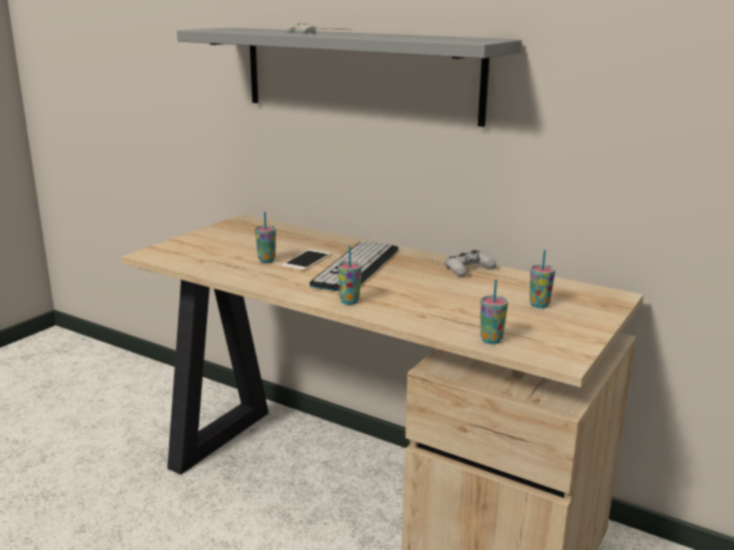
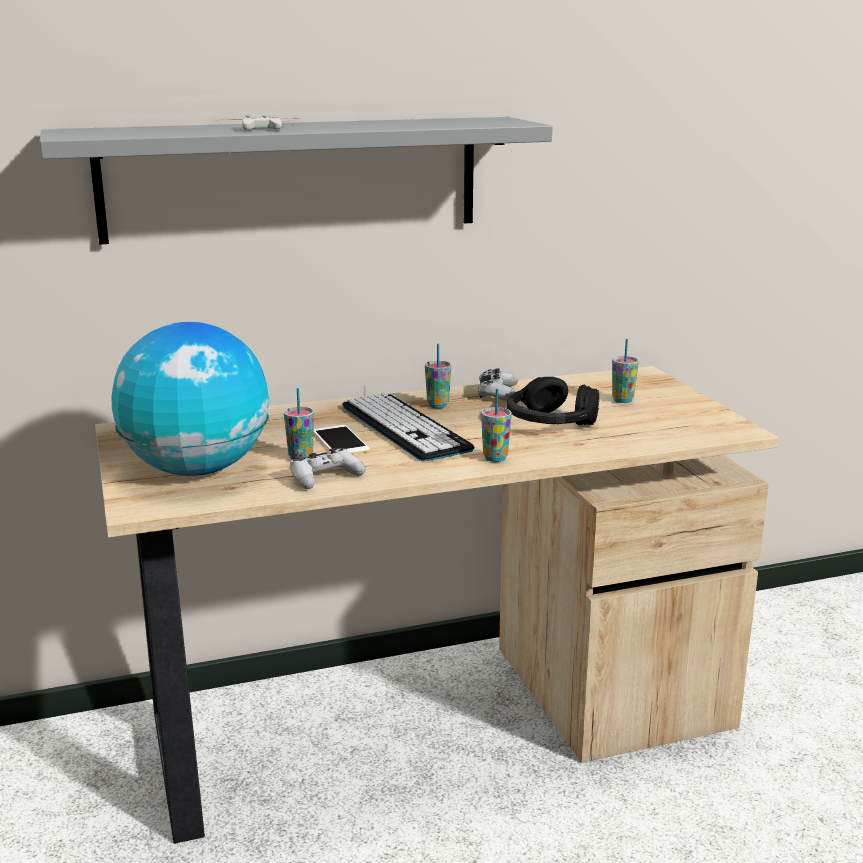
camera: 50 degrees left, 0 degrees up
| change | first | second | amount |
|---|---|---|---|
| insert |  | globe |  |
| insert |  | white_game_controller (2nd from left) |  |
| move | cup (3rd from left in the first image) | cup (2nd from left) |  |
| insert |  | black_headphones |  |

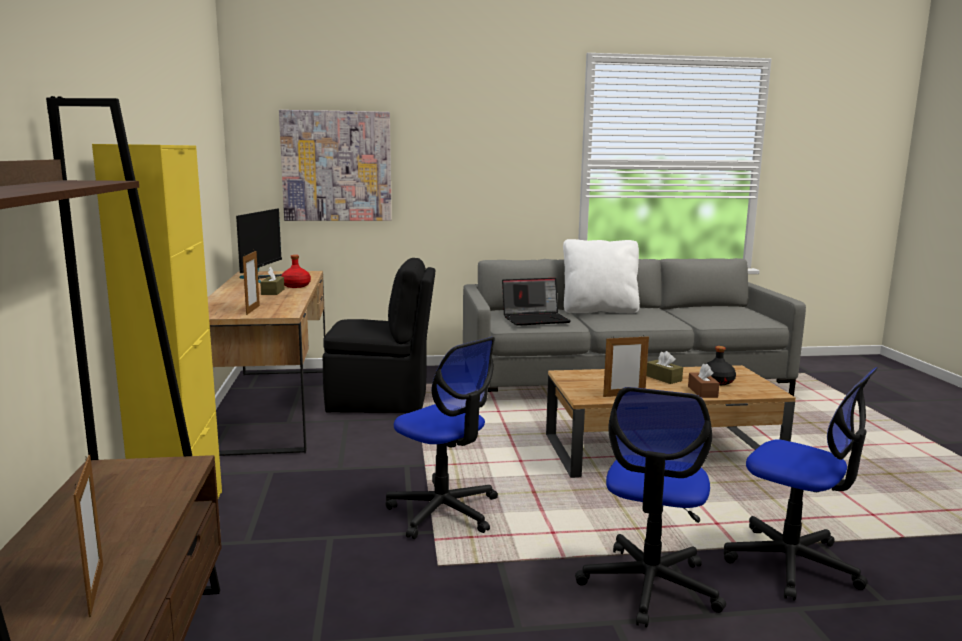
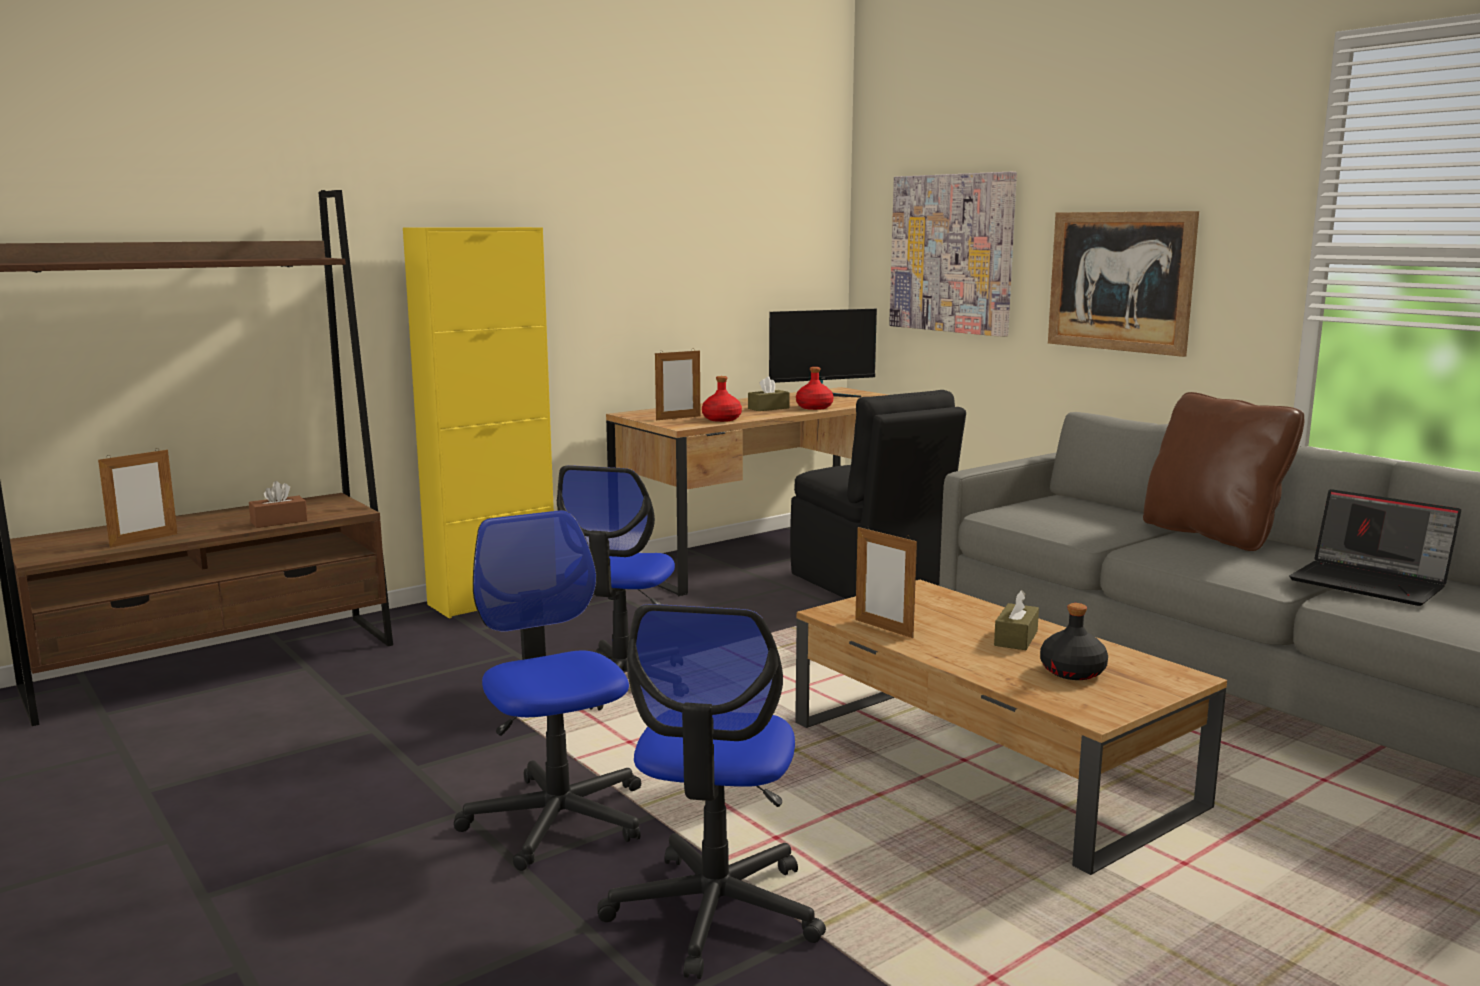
camera: 60 degrees right, 0 degrees up
| change | first | second | amount |
|---|---|---|---|
| move | brown_tissue_box (3rd from left in the first image) | brown_tissue_box (1st from left) |  |
| rotate | office_chair (2nd from left in the first image) | office_chair (1st from left) | 75 degrees clockwise |
| insert |  | red_bottle (1st from left) |  |
| insert |  | picture (2nd from left) |  |
| recolor | white_pillow | brown_pillow |  |
| move | laptop |  |  |

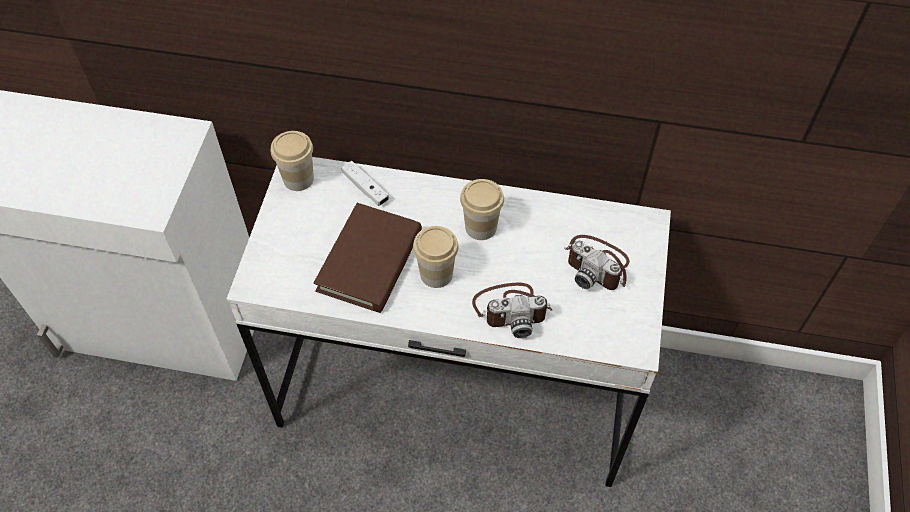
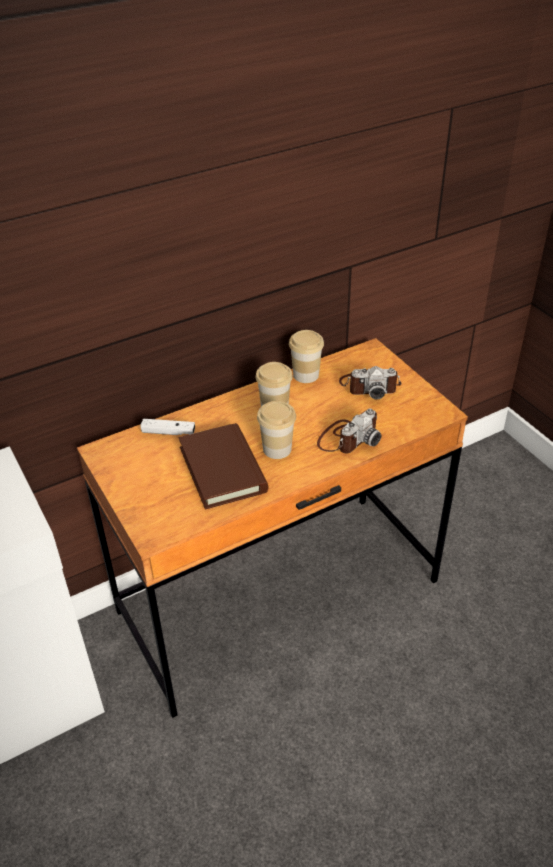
camera: 40 degrees left, 15 degrees down
| change | first | second | amount |
|---|---|---|---|
| recolor | white_desk | brown_desk |  |
| move | cup (1st from left in the first image) | cup (3rd from left) |  |

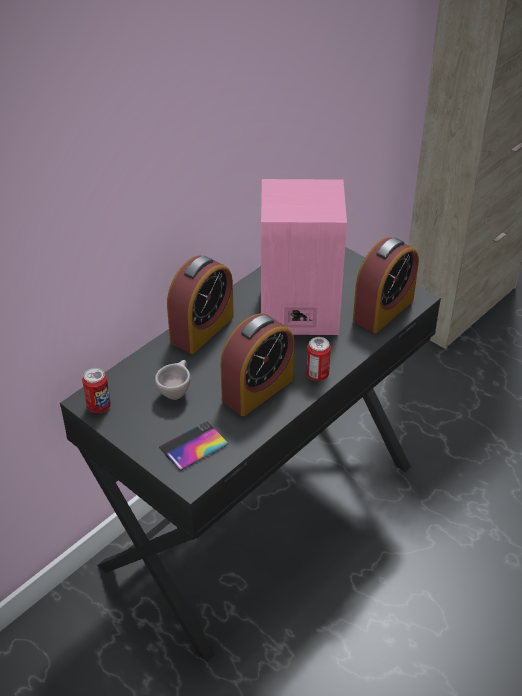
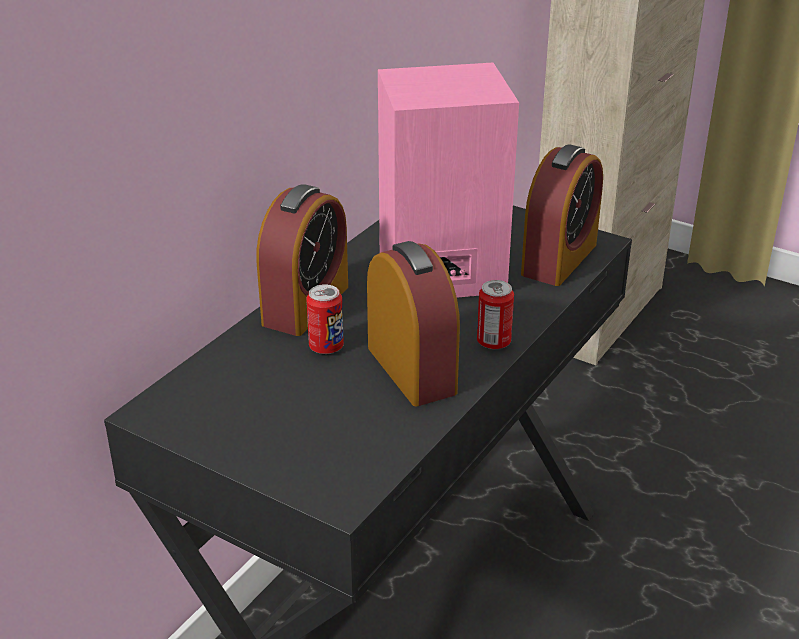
camera: 10 degrees left, 10 degrees down
| change | first | second | amount |
|---|---|---|---|
| move | can (1st from left) |  |  |
| rotate | alarm_clock (2nd from left) |  | 60 degrees counterclockwise |
| delete | beige_cup |  |  |
| delete | phone |  |  |

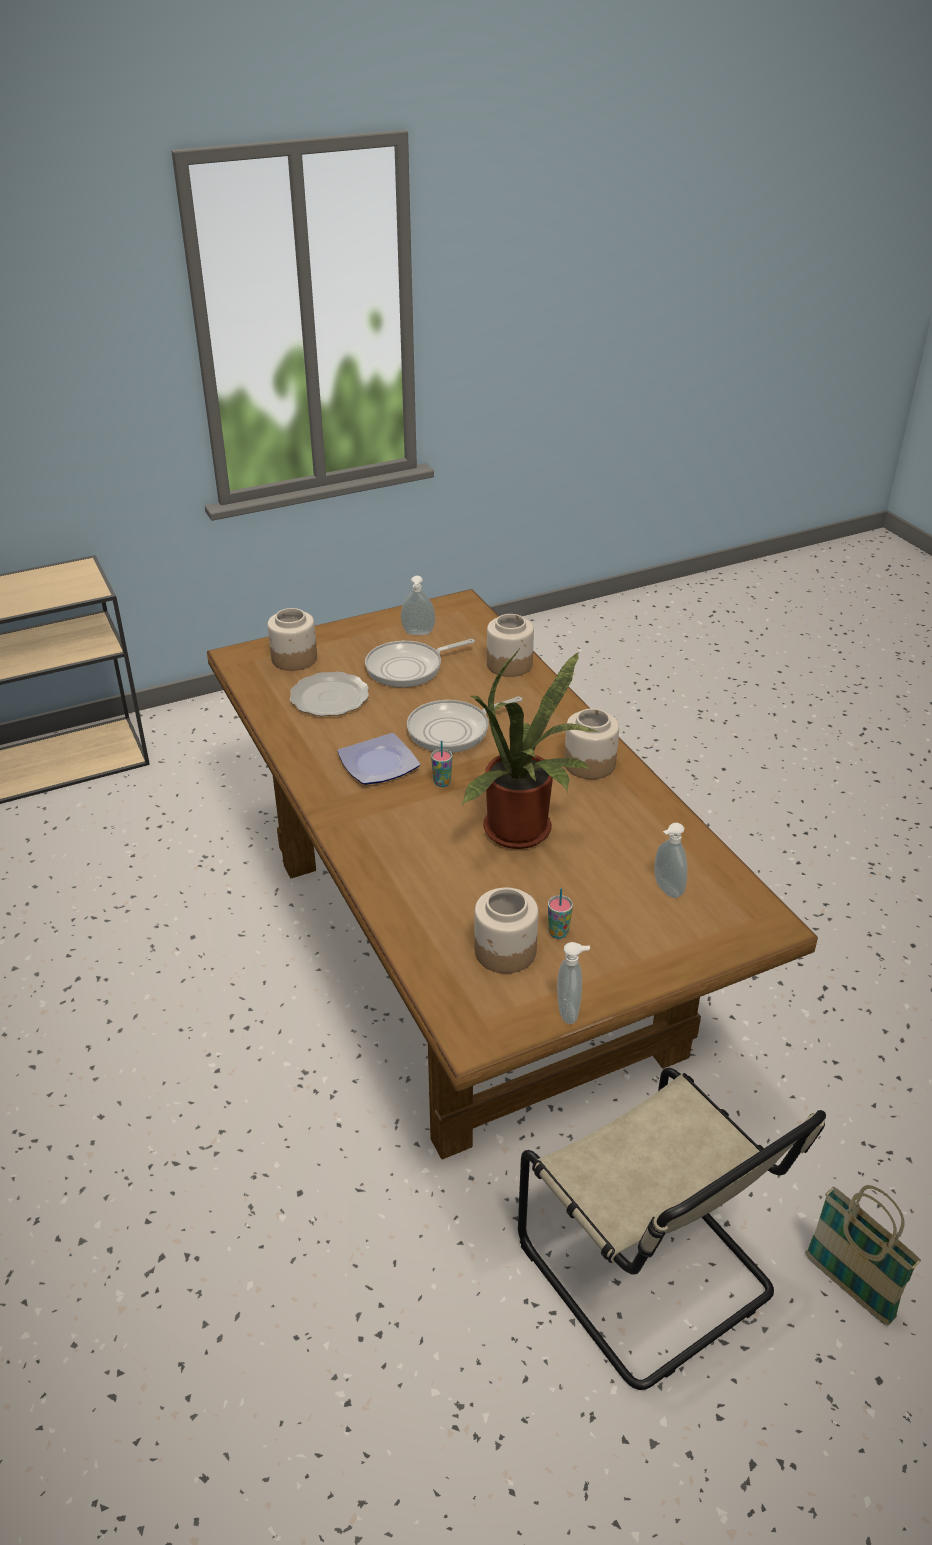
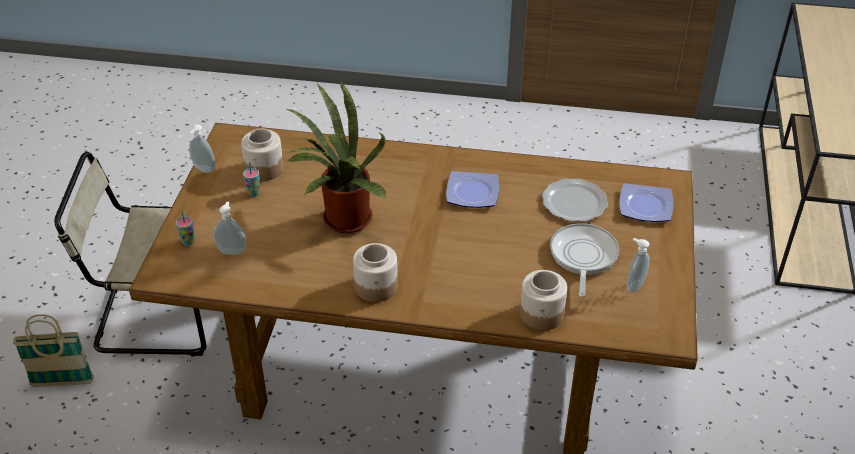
camera: 125 degrees right, 5 degrees up
| change | first | second | amount |
|---|---|---|---|
| move | cup (1st from left) |  |  |
| replace | jar (1st from left) | plate (3rd from left) |  |
| delete | frying_pan (2nd from left) |  |  |

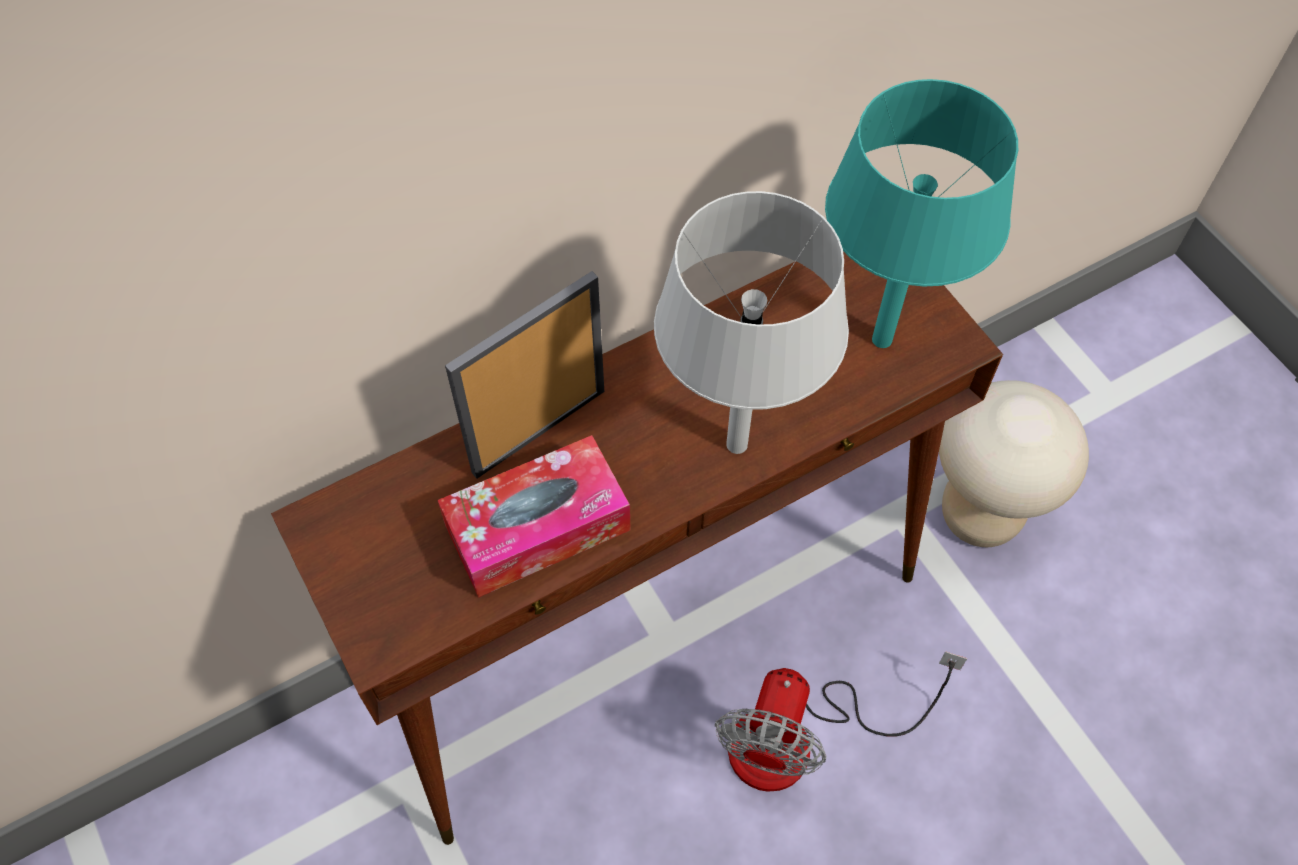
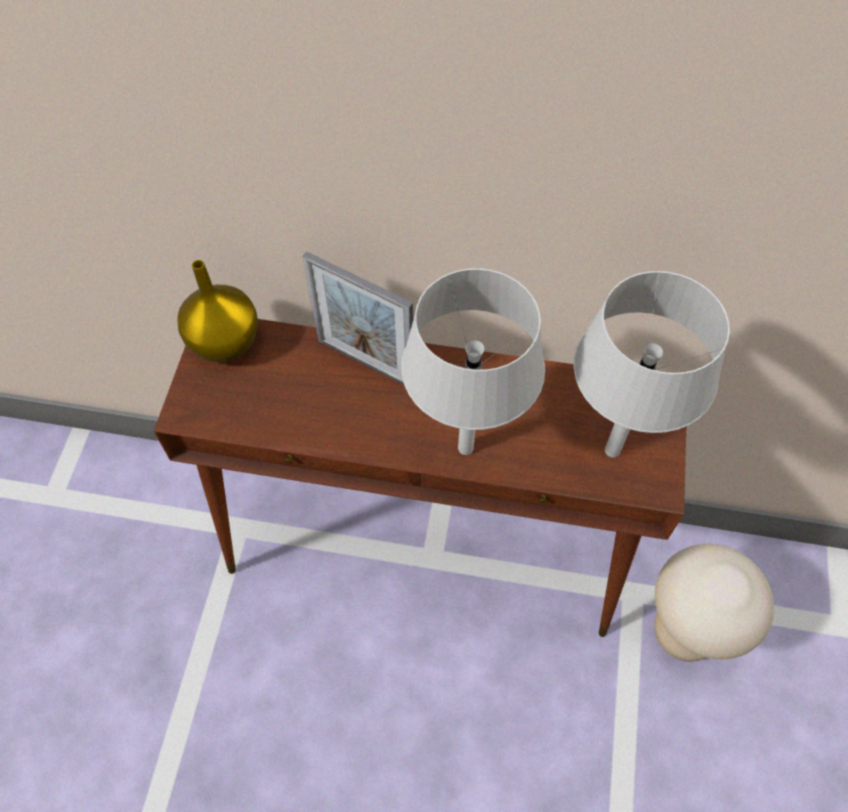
camera: 40 degrees right, 0 degrees up
| change | first | second | amount |
|---|---|---|---|
| insert |  | yellow_vase |  |
| rotate | picture_frame |  | 150 degrees counterclockwise |
| recolor | turquoise_table_lamp | grey_table_lamp (2nd from left) |  |
| delete | tissue_box |  |  |
| delete | fan |  |  |

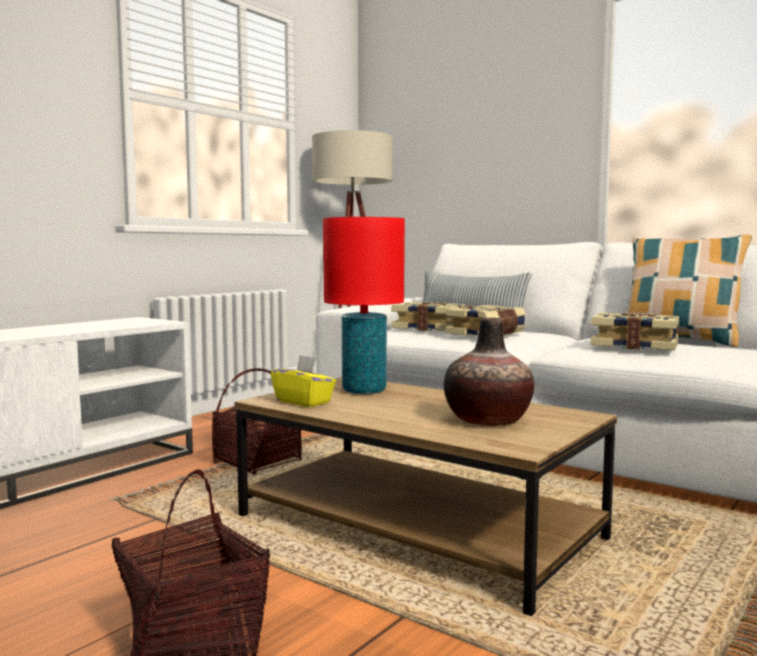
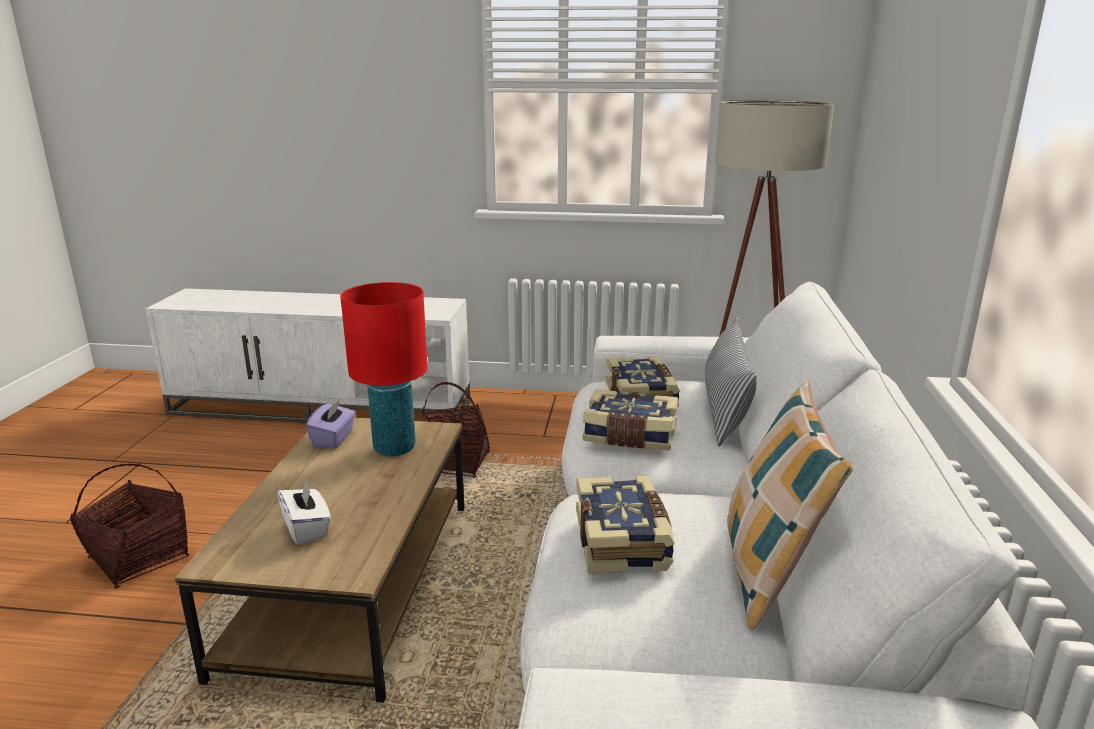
camera: 60 degrees right, 15 degrees up
| change | first | second | amount |
|---|---|---|---|
| replace | vase | white_tissue_box |  |
| recolor | yellow_tissue_box | purple_tissue_box |  |

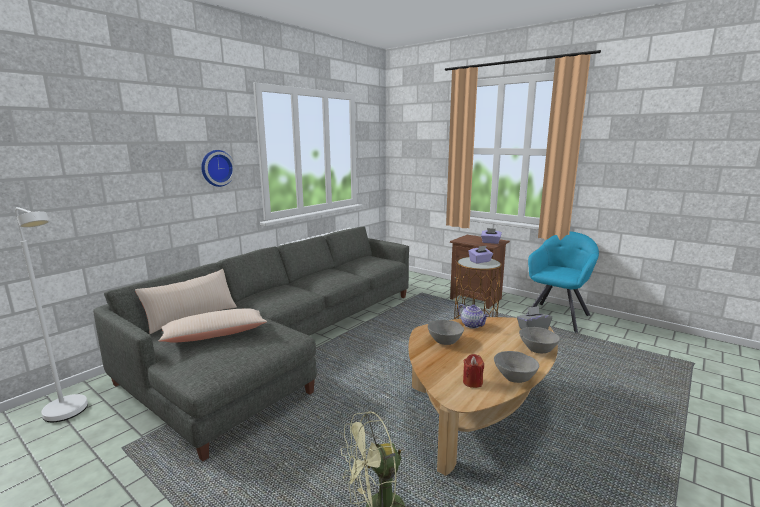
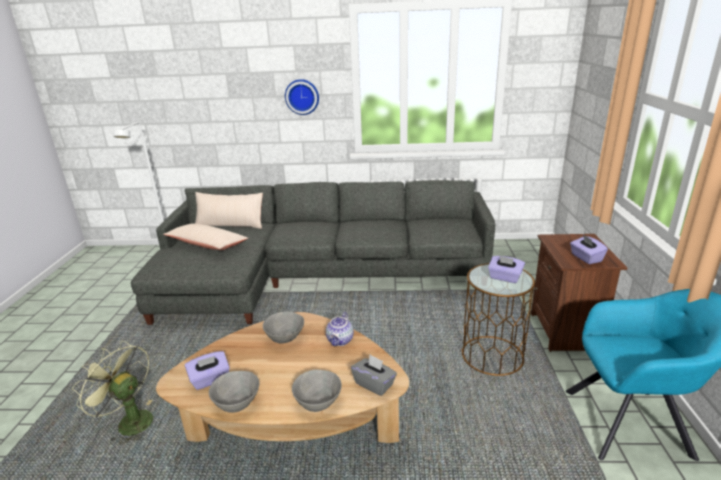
camera: 55 degrees right, 10 degrees up
| change | first | second | amount |
|---|---|---|---|
| replace | red_candle | purple_tissue_box (1st from left) |  |

